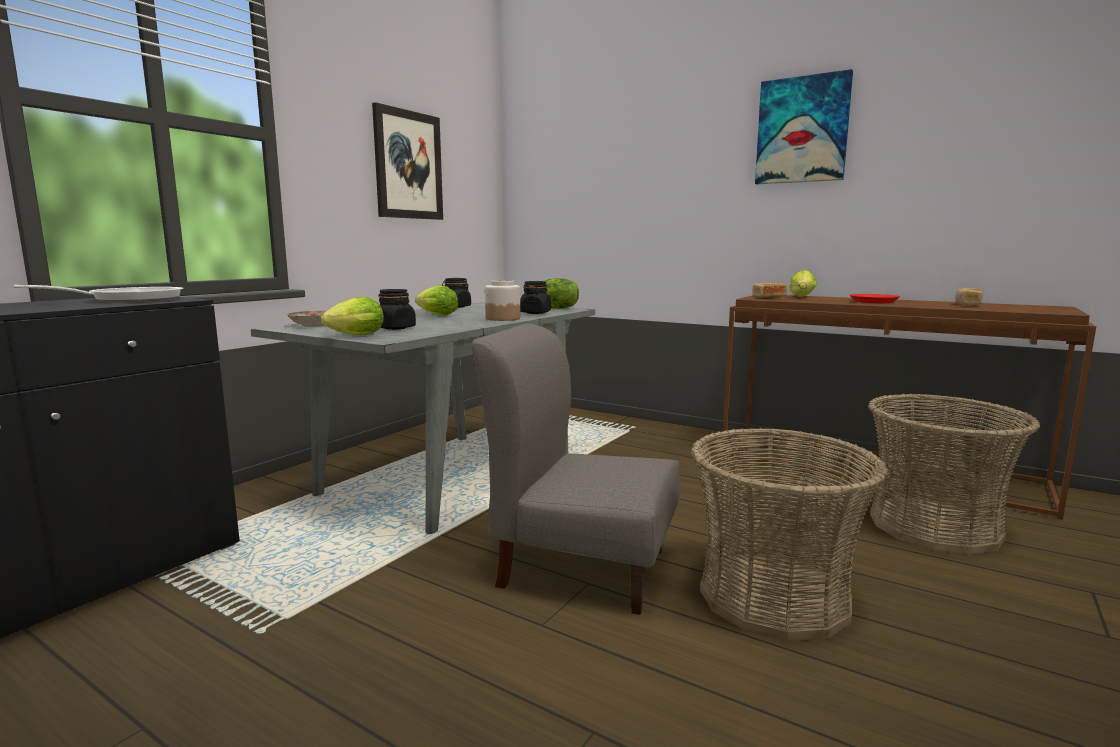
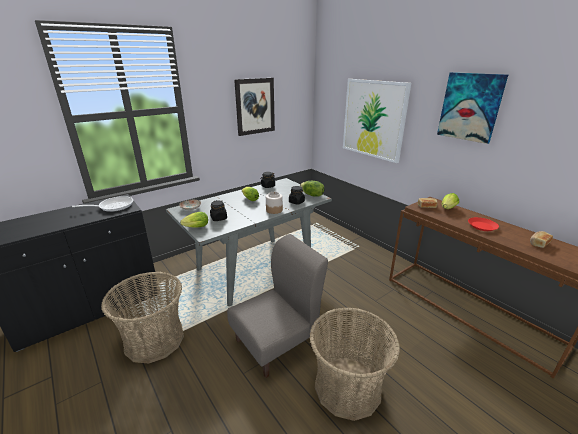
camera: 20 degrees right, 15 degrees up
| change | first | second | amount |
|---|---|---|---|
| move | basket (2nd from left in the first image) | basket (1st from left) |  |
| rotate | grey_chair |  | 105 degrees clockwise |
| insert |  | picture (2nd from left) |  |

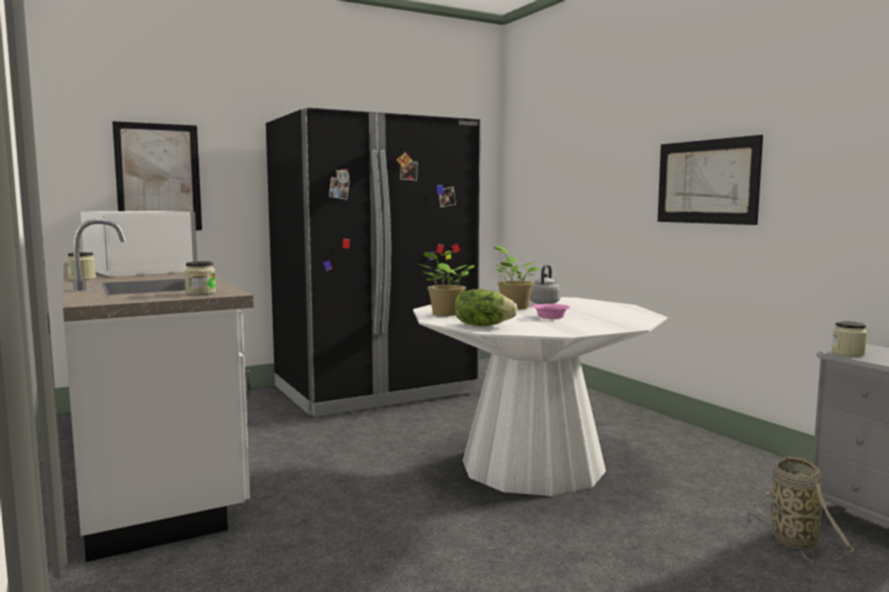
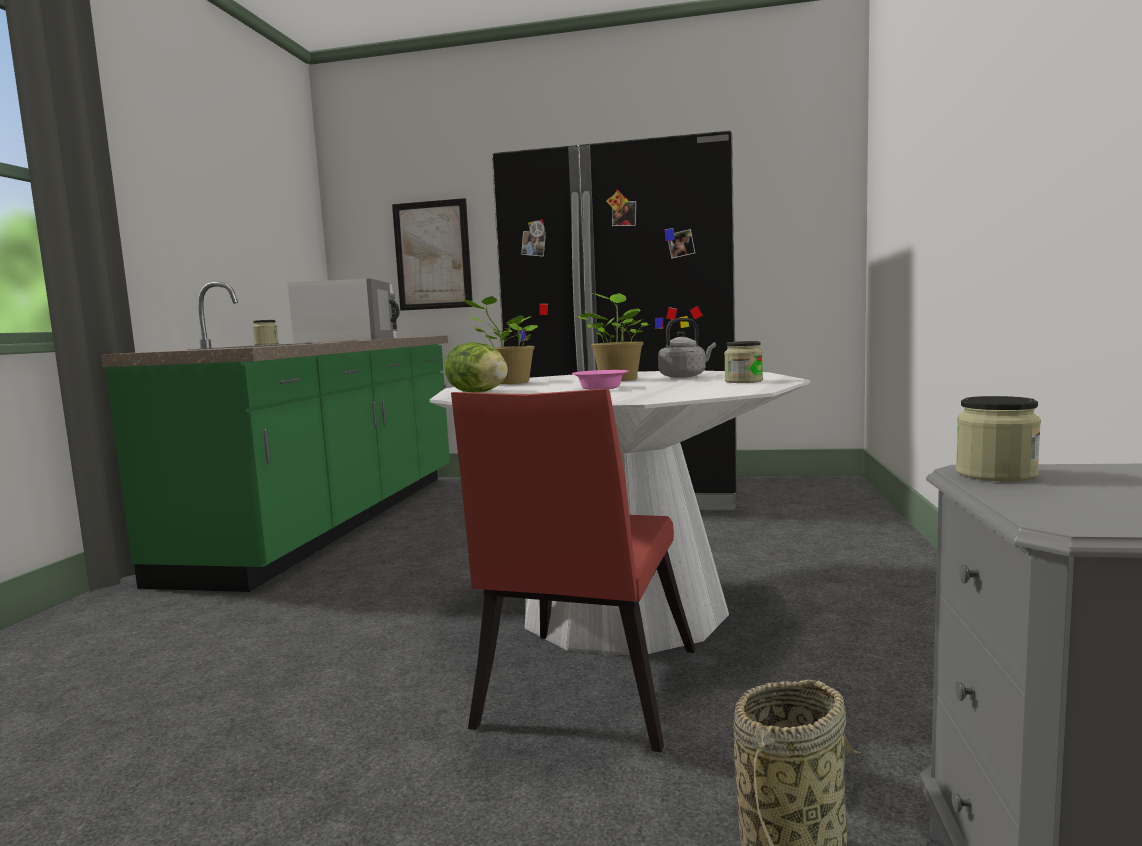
camera: 40 degrees right, 0 degrees up
| change | first | second | amount |
|---|---|---|---|
| recolor | white_counter | green_counter |  |
| insert |  | red_chair |  |
| move | jar (2nd from left) |  |  |
| delete | picture (2nd from left) |  |  |

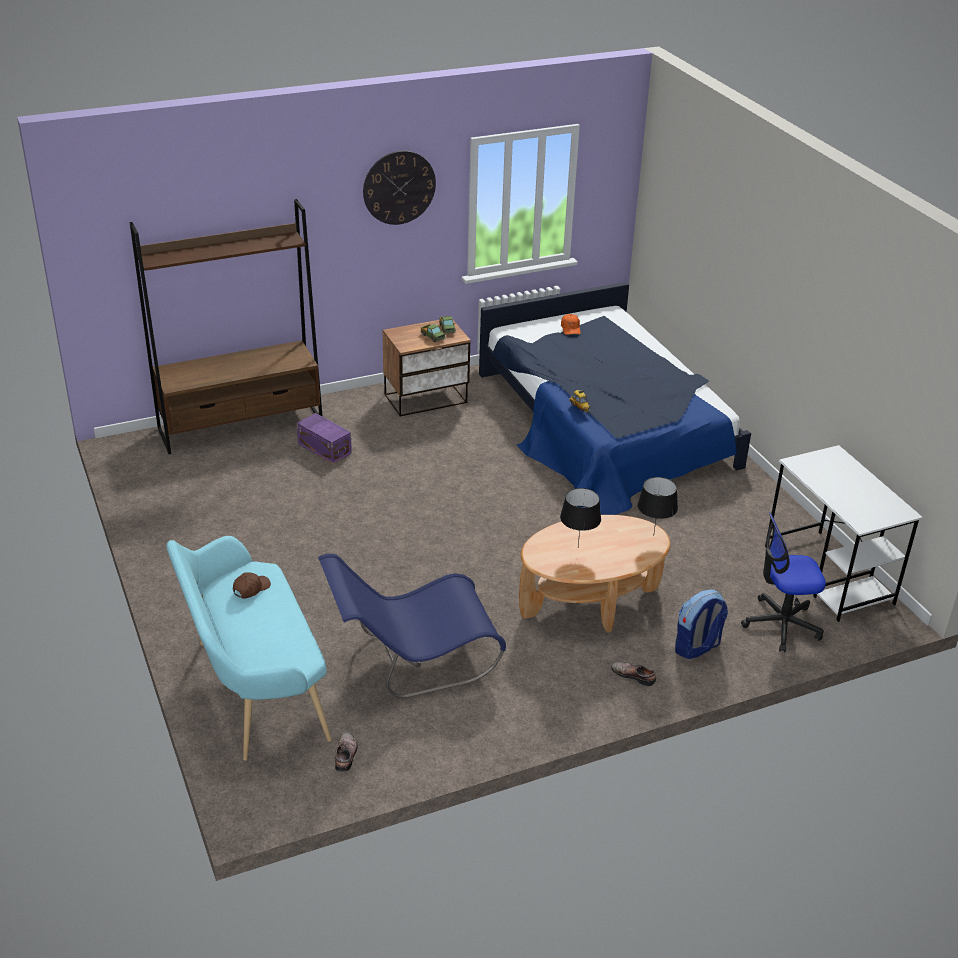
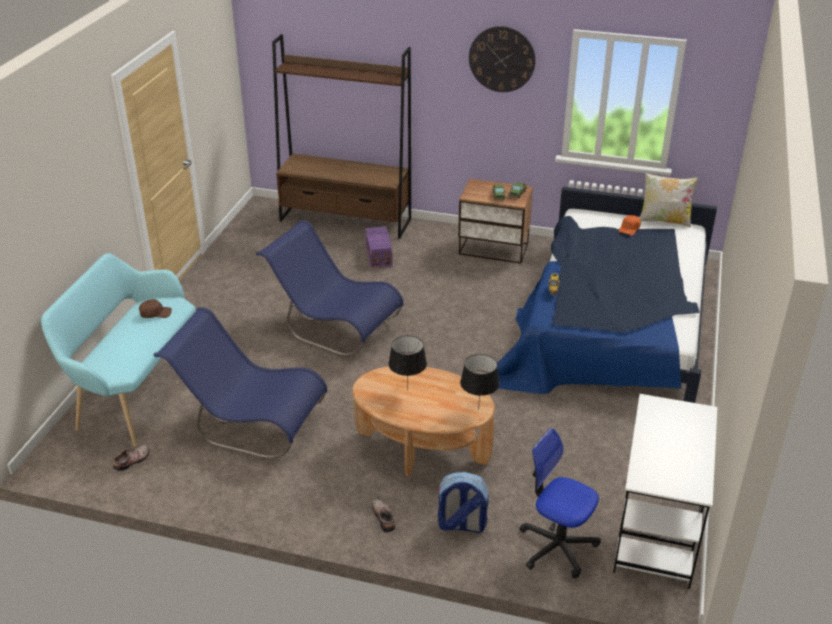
camera: 40 degrees right, 0 degrees up
| change | first | second | amount |
|---|---|---|---|
| insert |  | blue_chair (2nd from left) |  |
| insert |  | pillow |  |

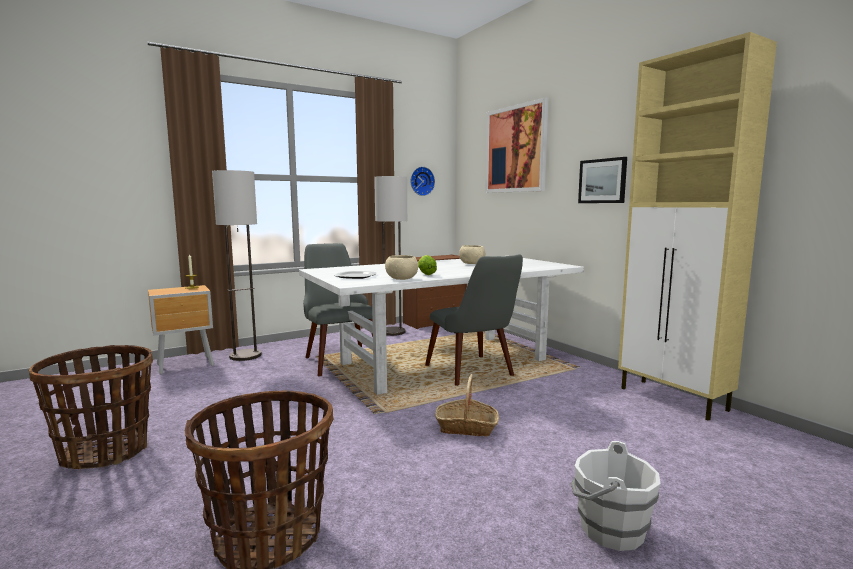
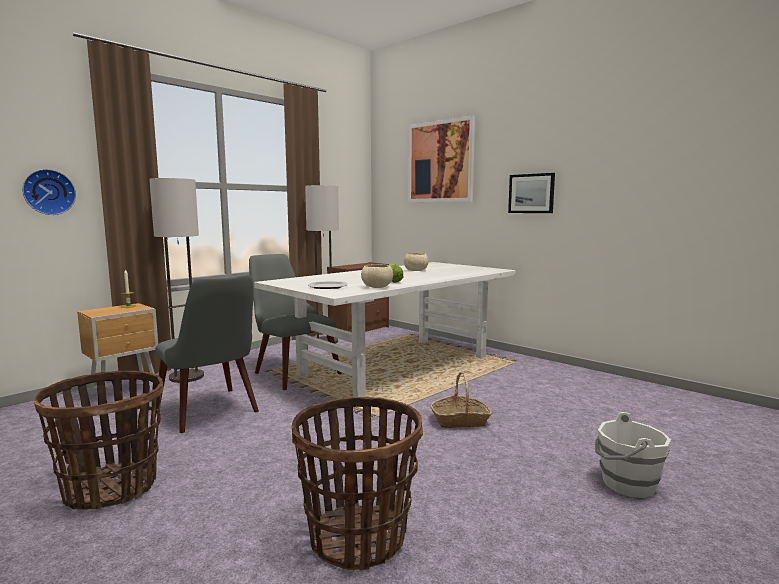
camera: 15 degrees left, 0 degrees up
| change | first | second | amount |
|---|---|---|---|
| move | wall_clock |  |  |
| move | grey_chair (2nd from left in the first image) | grey_chair (1st from left) |  |
| delete | beige_cabinet |  |  |

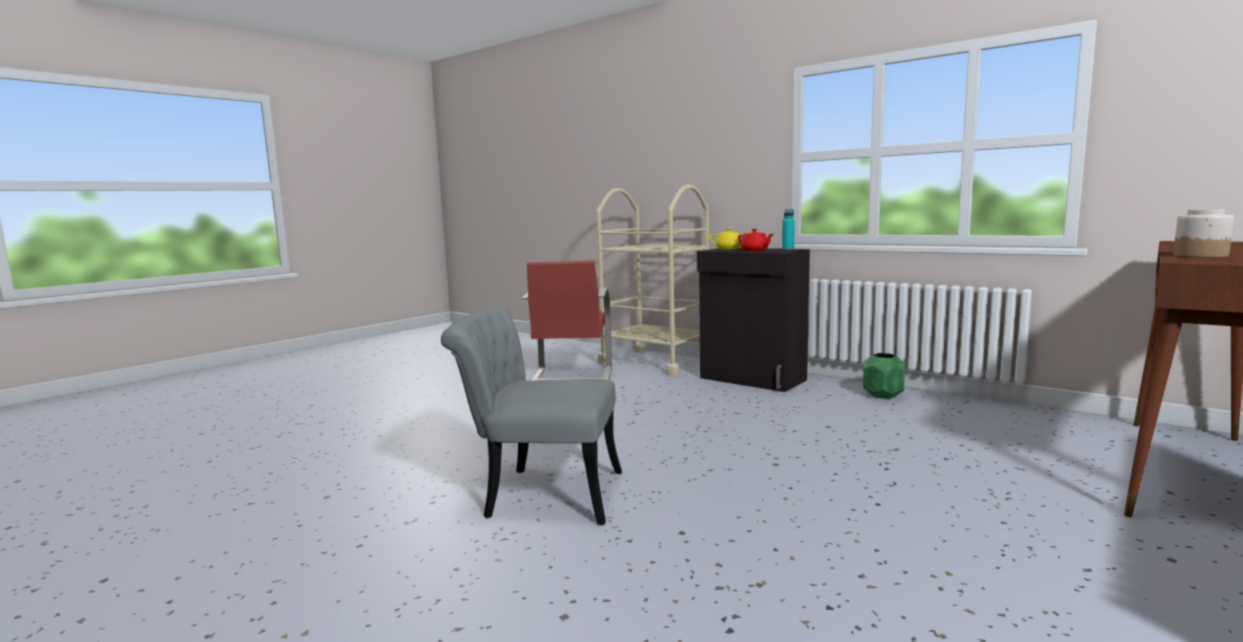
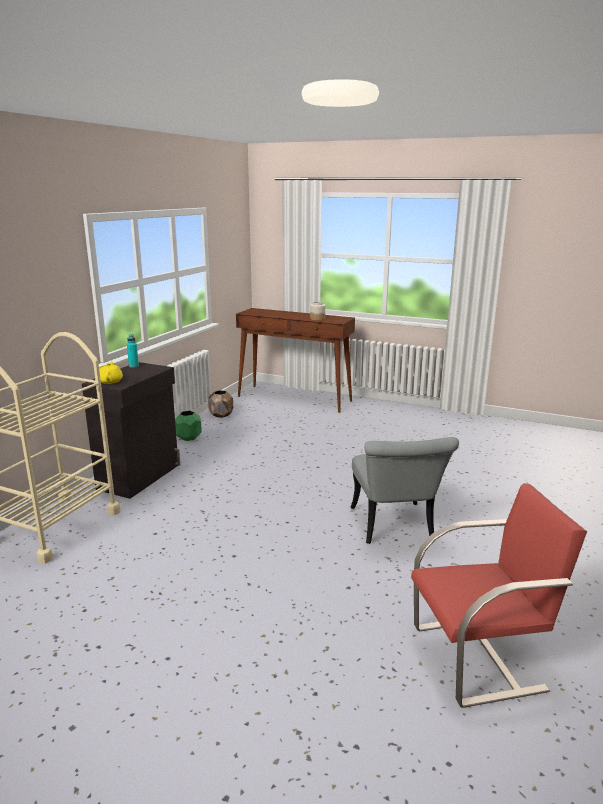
camera: 105 degrees left, 10 degrees up
| change | first | second | amount |
|---|---|---|---|
| insert |  | brown_planter |  |
| move | red_chair |  |  |
| delete | red_teapot |  |  |

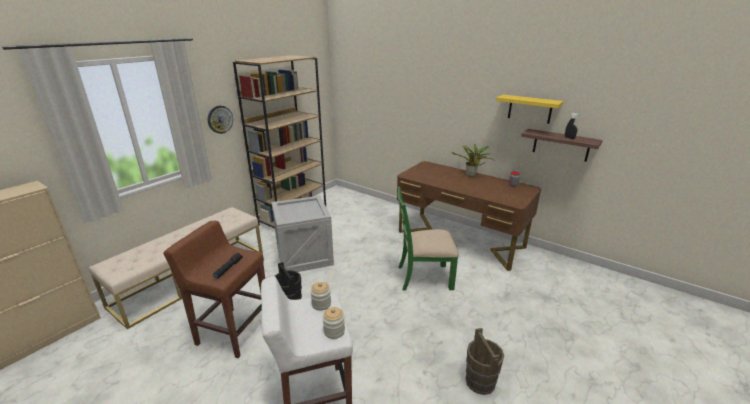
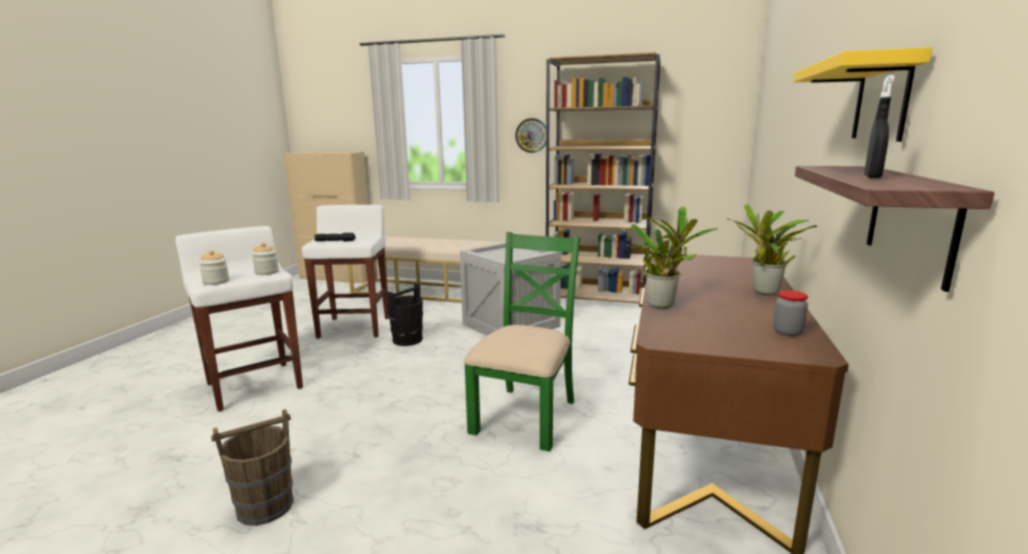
camera: 70 degrees right, 10 degrees down
| change | first | second | amount |
|---|---|---|---|
| recolor | brown_stool | white_stool (2nd from left) |  |
| rotate | green_chair |  | 45 degrees clockwise |
| insert |  | potted_plant (1st from left) |  |

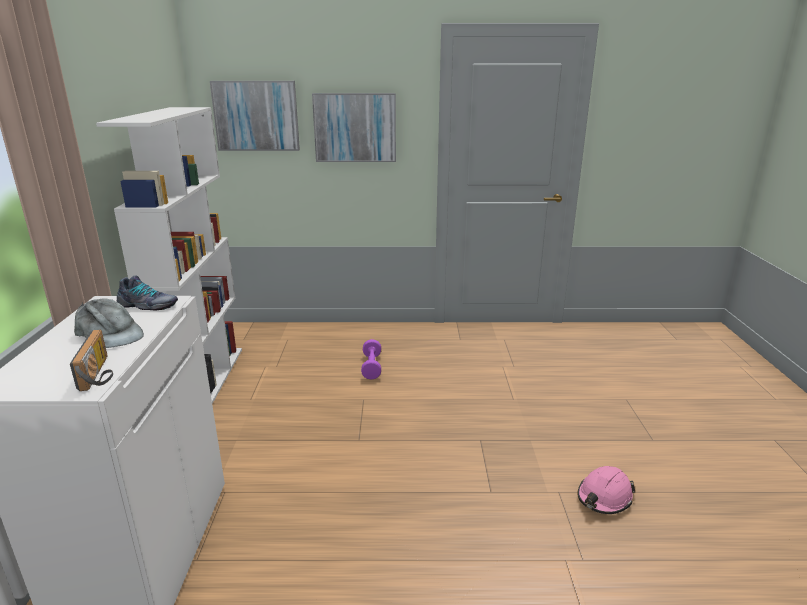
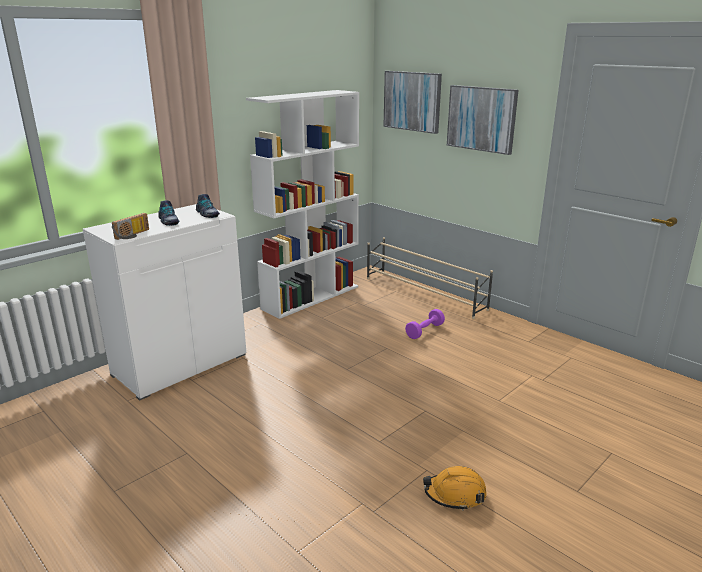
camera: 45 degrees right, 0 degrees up
| change | first | second | amount |
|---|---|---|---|
| replace | grey_cap | shoe (1st from left) |  |
| insert |  | beige_shoe_rack |  |
| recolor | pink_hard_hat | orange_hard_hat |  |

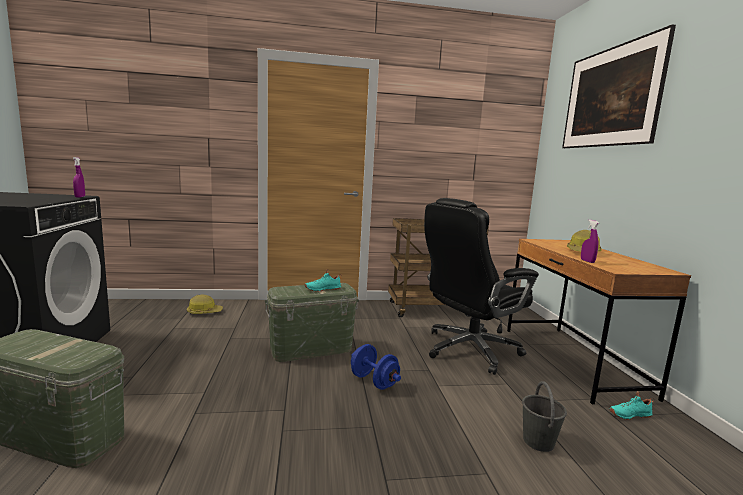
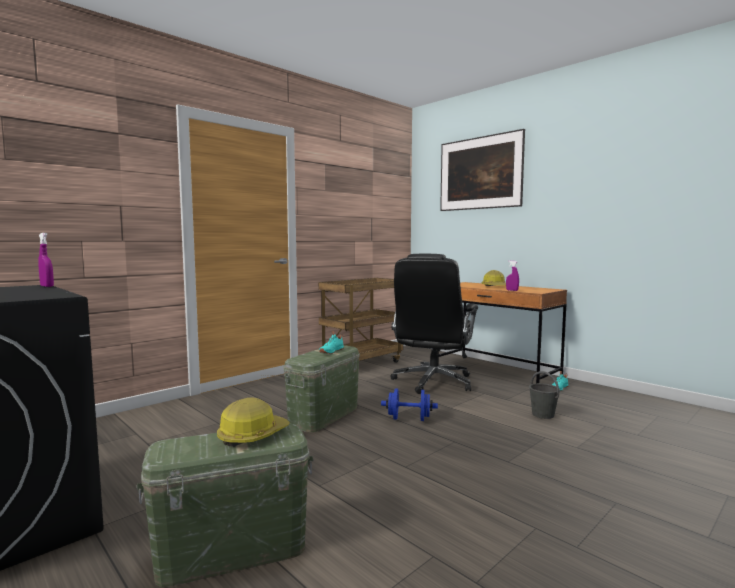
camera: 35 degrees left, 5 degrees down
| change | first | second | amount |
|---|---|---|---|
| move | hard_hat (1st from left) |  |  |

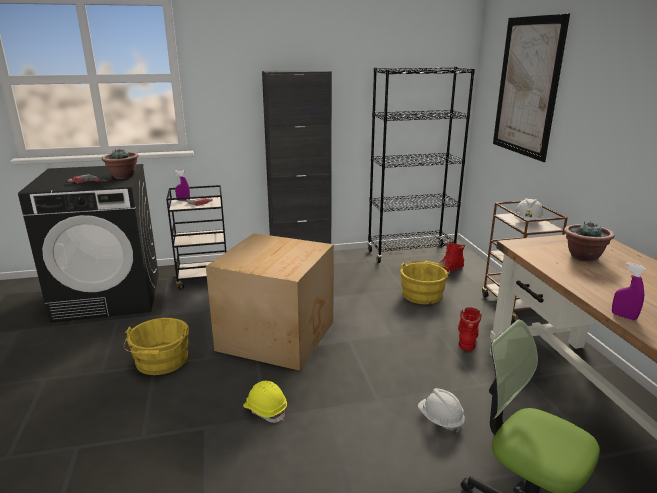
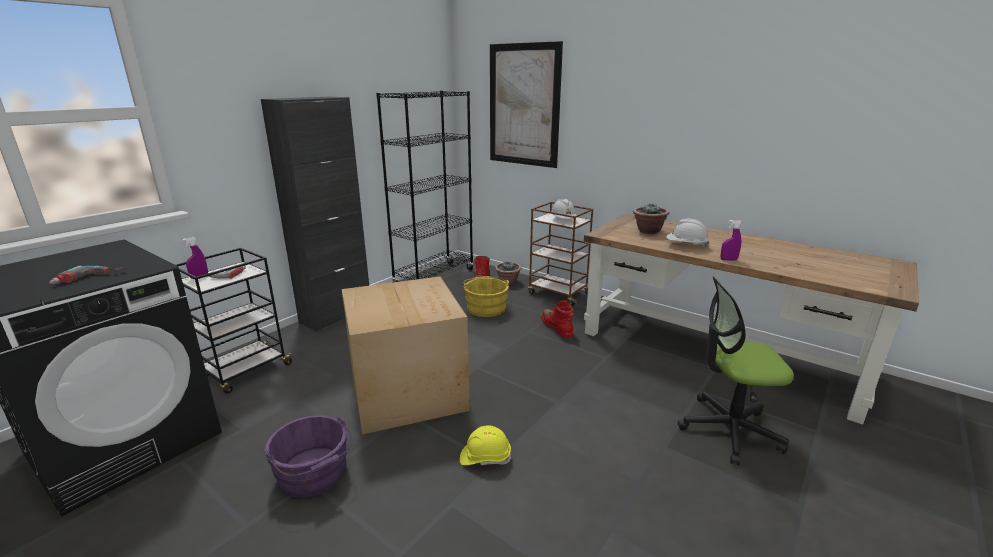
camera: 40 degrees left, 0 degrees up
| change | first | second | amount |
|---|---|---|---|
| recolor | yellow_bucket (1st from left) | purple_bucket |  |
| move | potted_plant (1st from left) |  |  |
| move | white_hard_hat (1st from left in the first image) | white_hard_hat (2nd from left) |  |

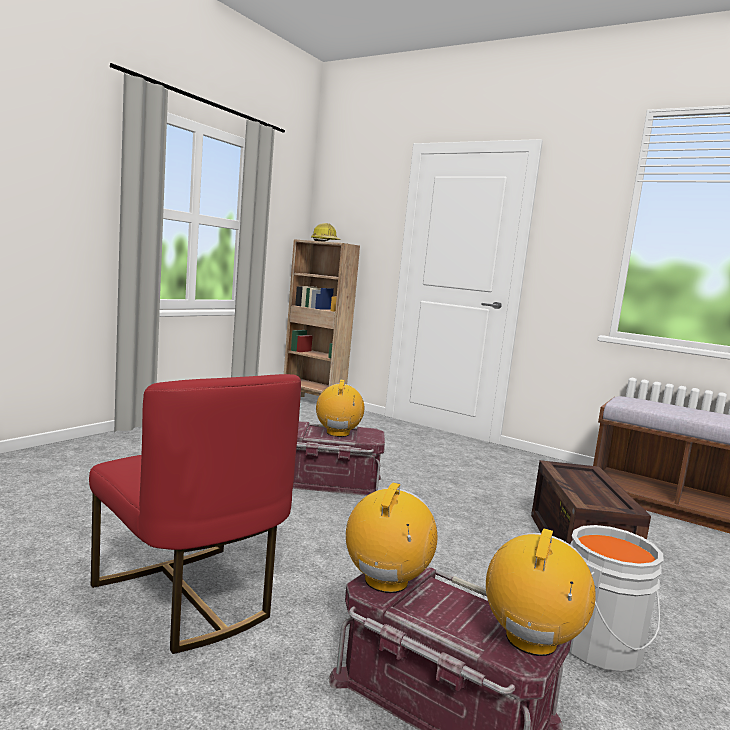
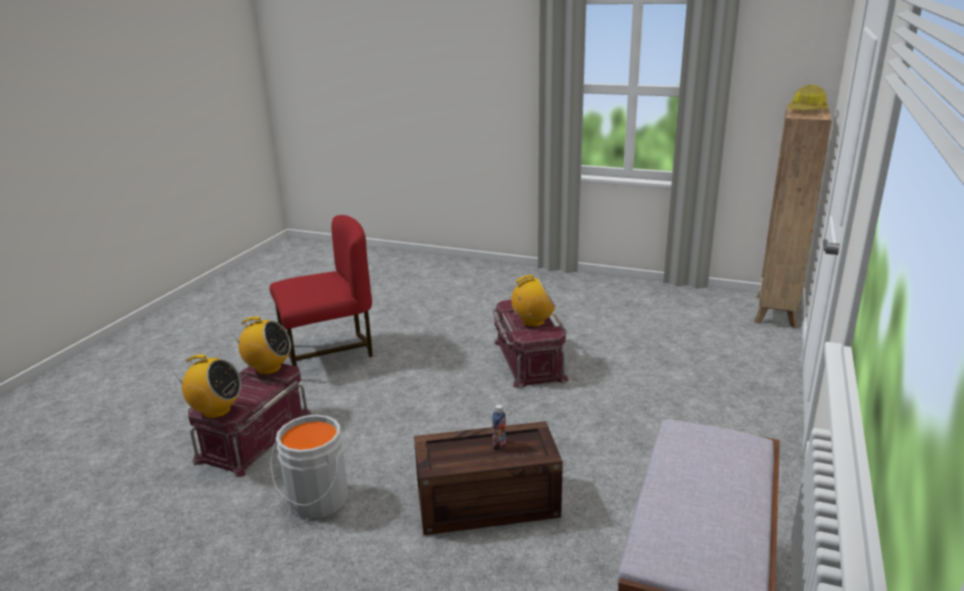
camera: 80 degrees right, 15 degrees up
| change | first | second | amount |
|---|---|---|---|
| rotate | red_chair |  | 150 degrees counterclockwise |
| insert |  | bottle |  |

